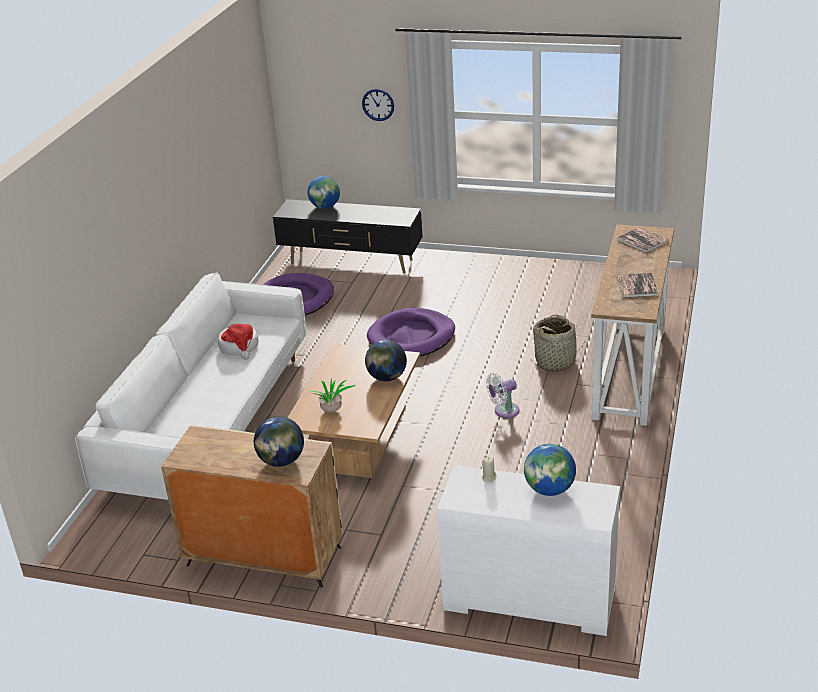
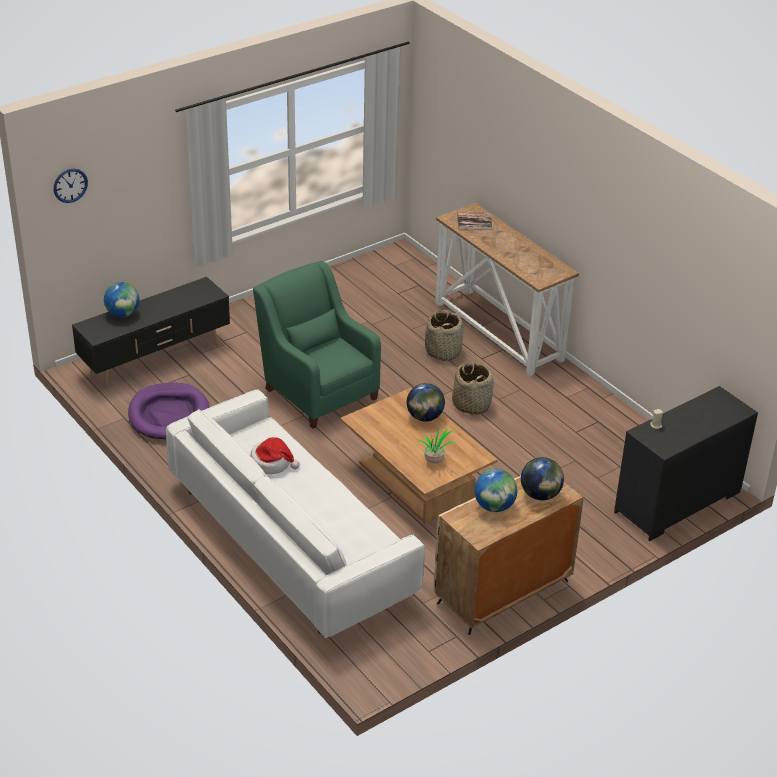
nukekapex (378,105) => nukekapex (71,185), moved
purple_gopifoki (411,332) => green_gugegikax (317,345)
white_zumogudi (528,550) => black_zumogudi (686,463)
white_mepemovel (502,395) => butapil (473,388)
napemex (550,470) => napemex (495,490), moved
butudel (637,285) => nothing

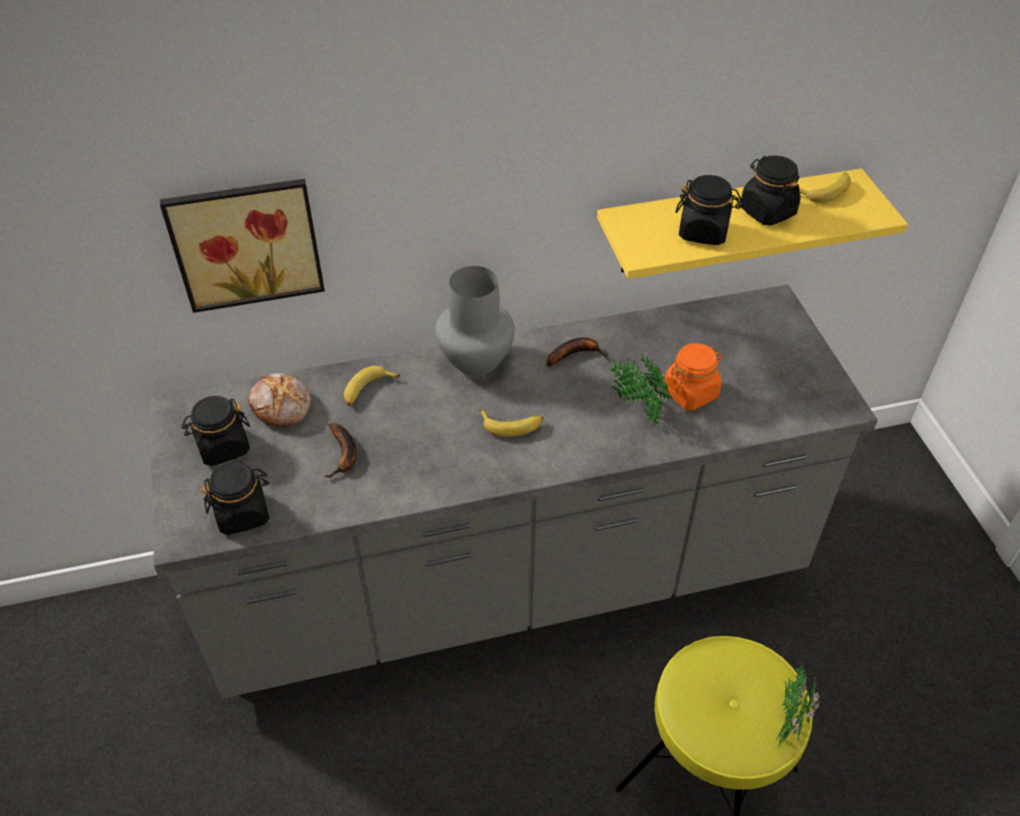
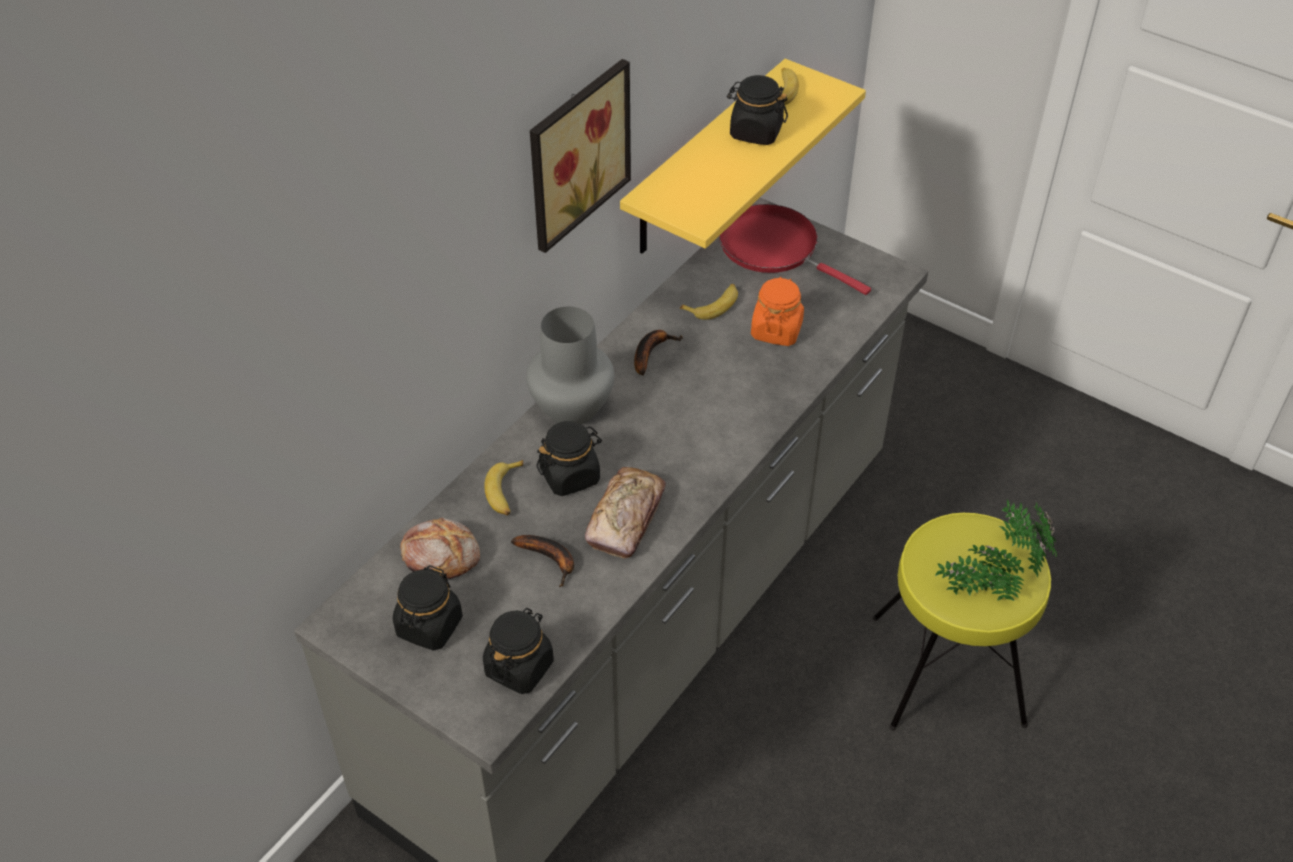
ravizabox (242,246) => ravizabox (580,156), moved
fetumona (511,423) => fetumona (709,302), moved
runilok (641,389) => runilok (979,573), moved
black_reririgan (709,210) => black_reririgan (569,458), moved
nothing => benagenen (625,512)
nothing => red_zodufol (795,249)

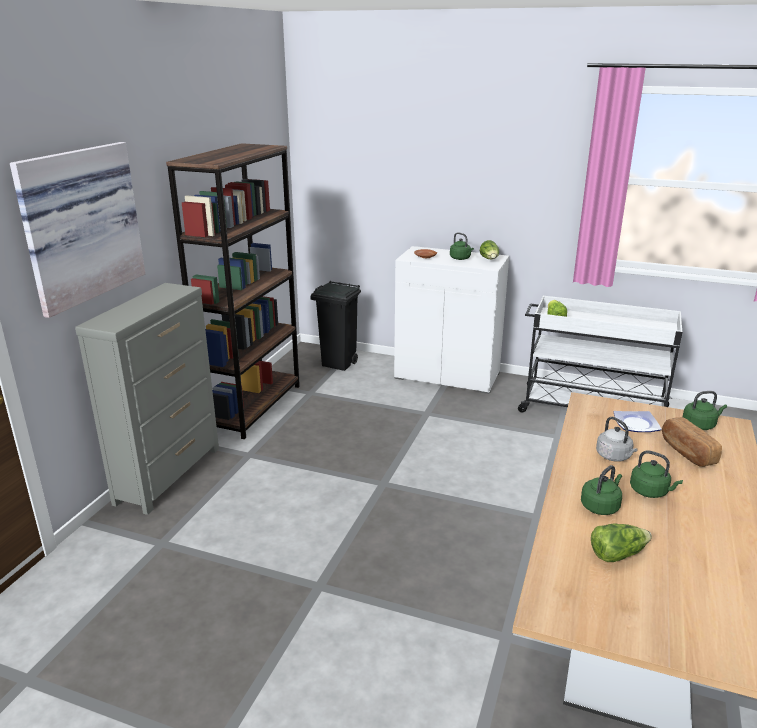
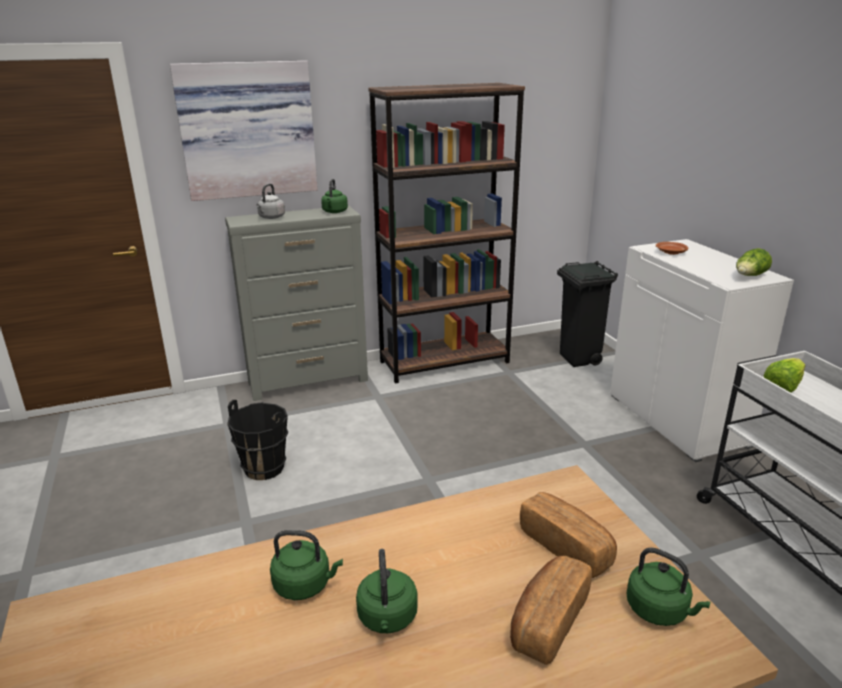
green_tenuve (462,246) => green_tenuve (334,196), moved
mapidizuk (621,542) => nothing
grey_tenuve (617,439) => grey_tenuve (270,201), moved
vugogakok (637,421) => benagenen (568,535)
nothing => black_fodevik (258,440)

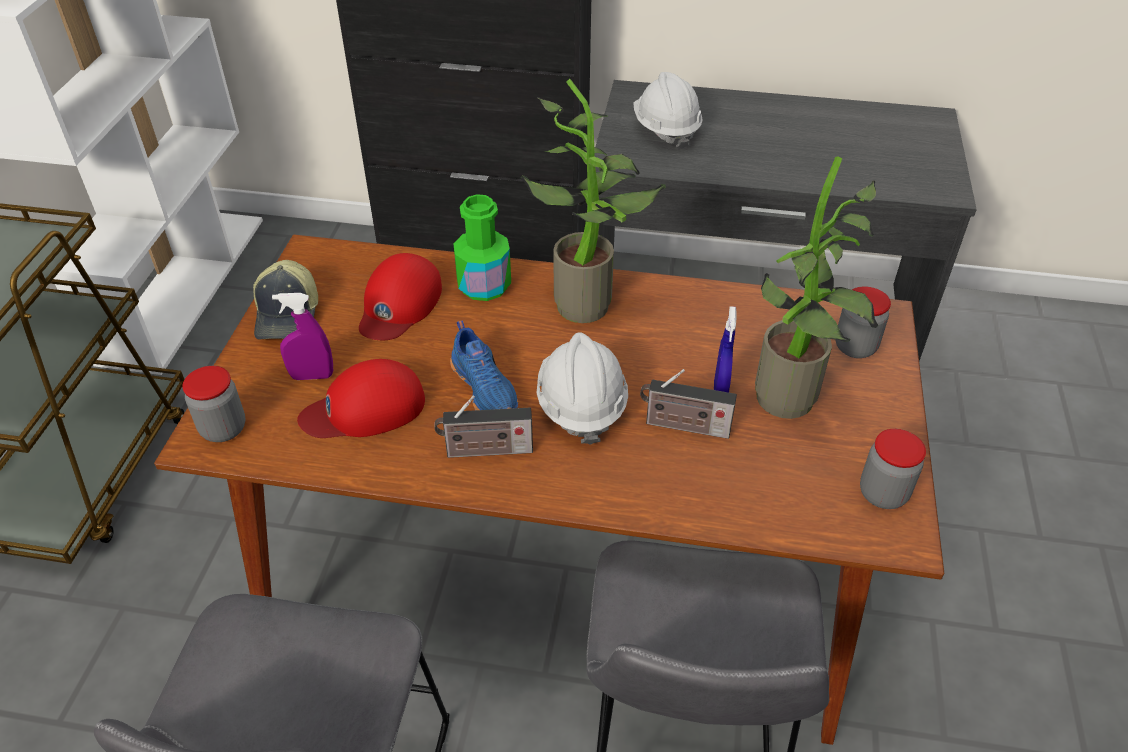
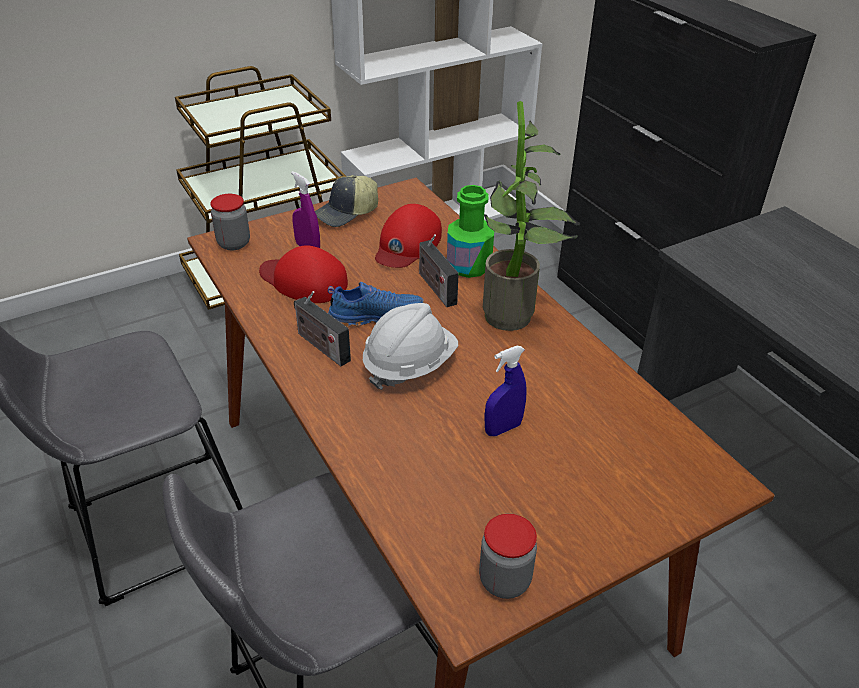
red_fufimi (400,296) => red_fufimi (408,236), 45 degrees counterclockwise
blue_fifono (484,365) => blue_fifono (376,305), 120 degrees counterclockwise
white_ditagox (668,110) => nothing
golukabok (688,404) => golukabok (439,270), moved
runilok (817,287) => nothing
reririgan (863,322) => nothing

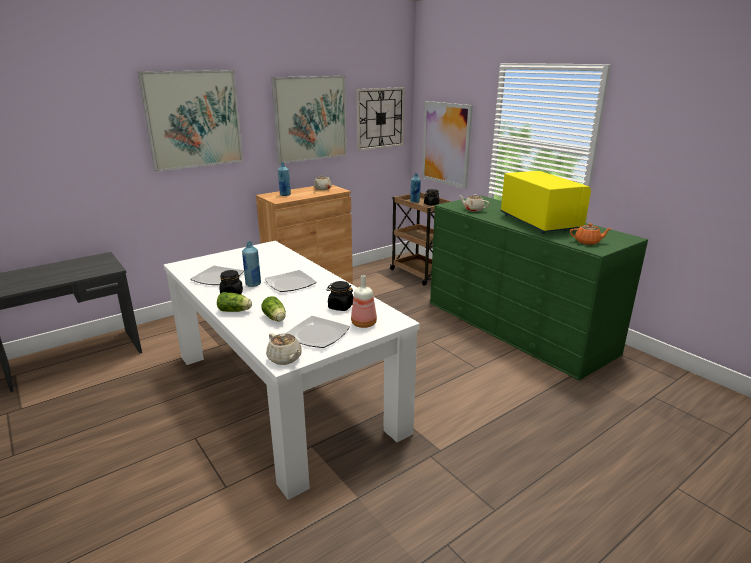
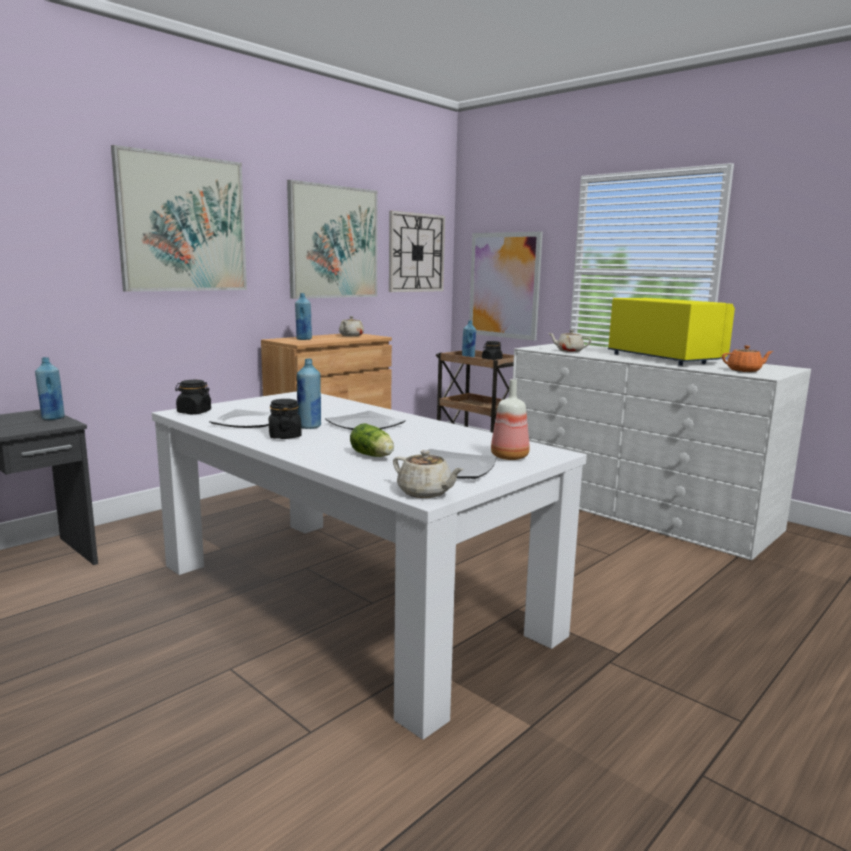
mapidizuk (234,302) => nothing
black_reririgan (339,296) => black_reririgan (193,397), moved
green_zumogudi (539,287) => white_zumogudi (662,452)
nothing => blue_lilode (50,388)

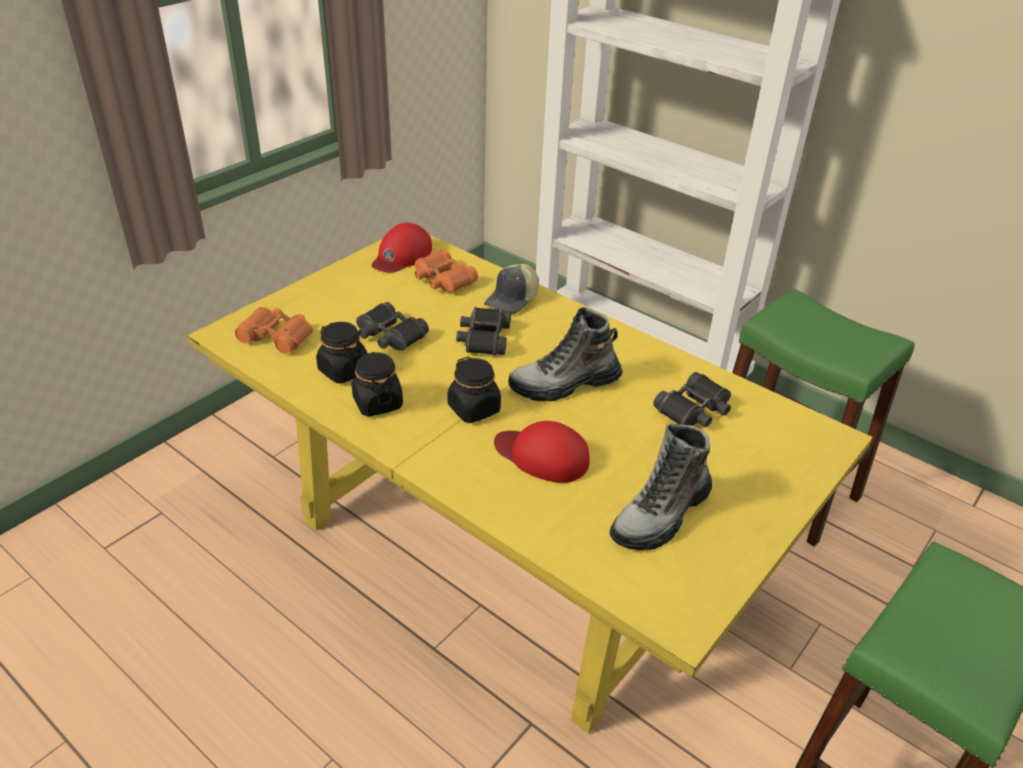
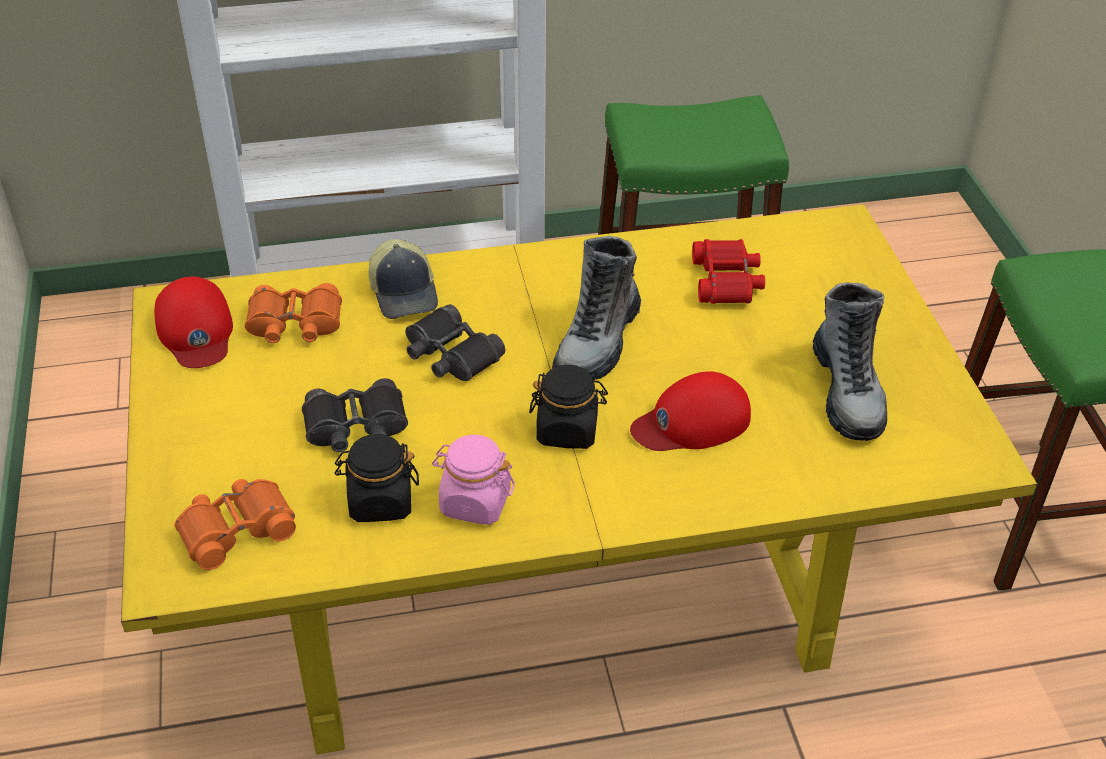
black_reririgan (377,384) => pink_reririgan (473,480)
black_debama (692,399) => red_debama (728,271)

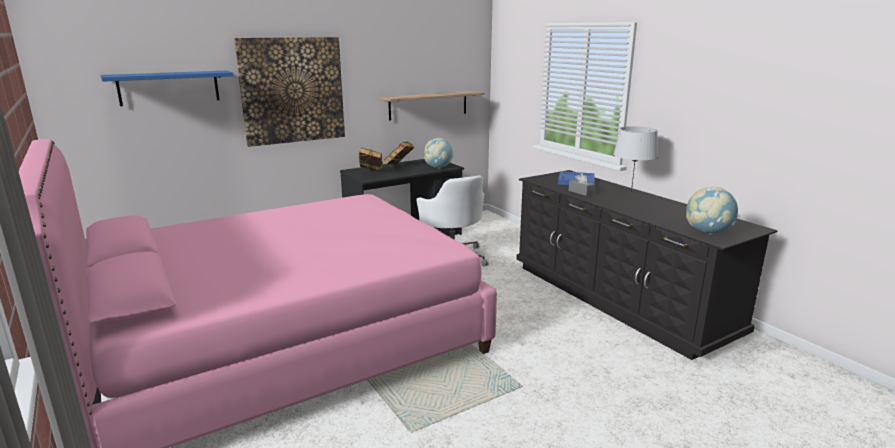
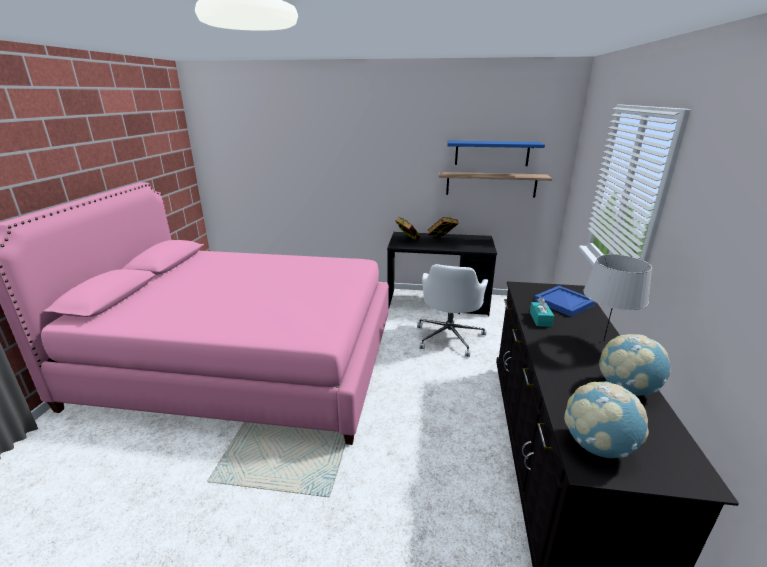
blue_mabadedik (167,88) => blue_mabadedik (496,153), moved
ravizabox (289,92) => nothing
napemex (439,153) => napemex (635,365), moved
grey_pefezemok (582,184) => turquoise_pefezemok (542,312)

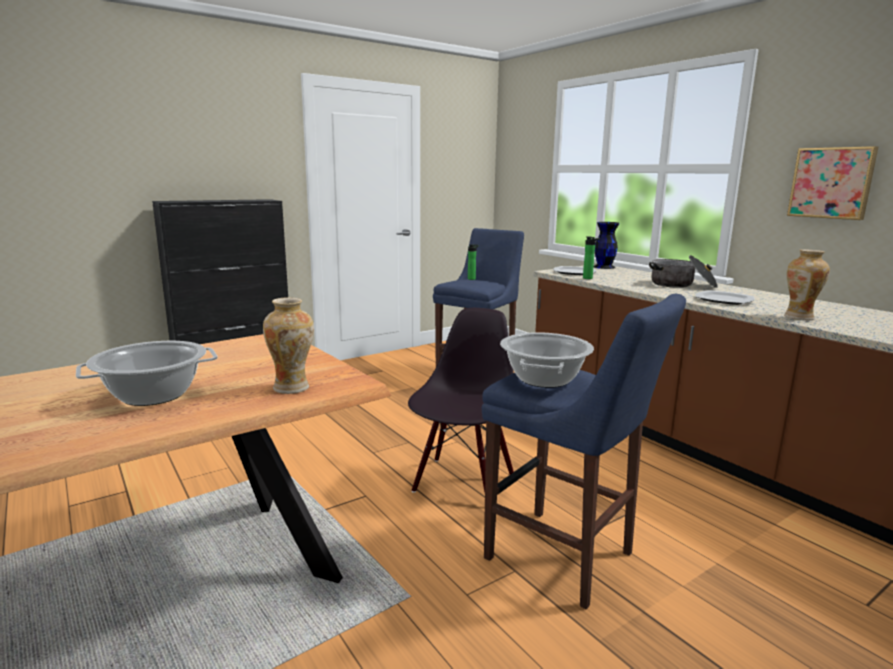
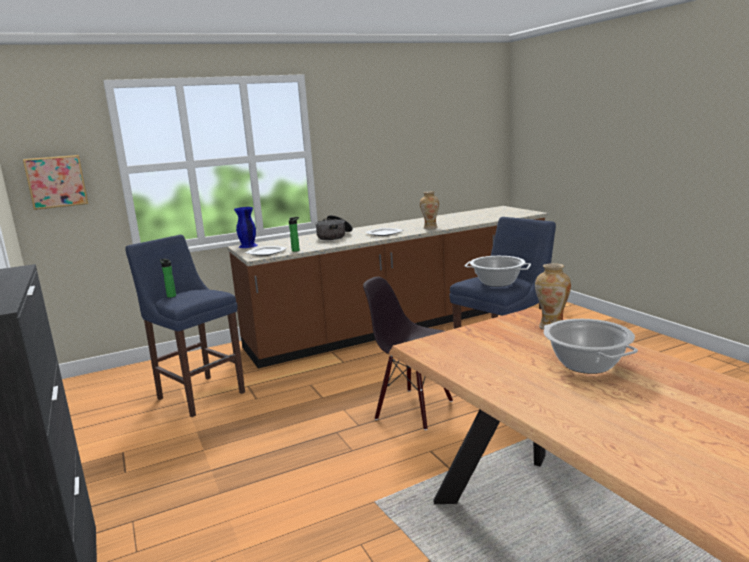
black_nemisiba (606,245) => blue_nemisiba (246,227)
ravizabox (832,183) => ravizabox (55,182), moved

